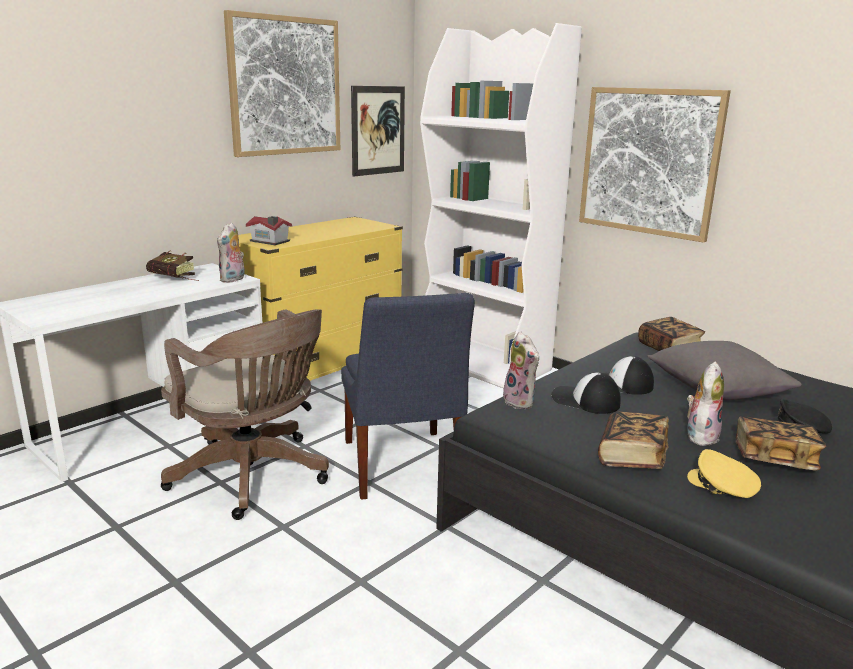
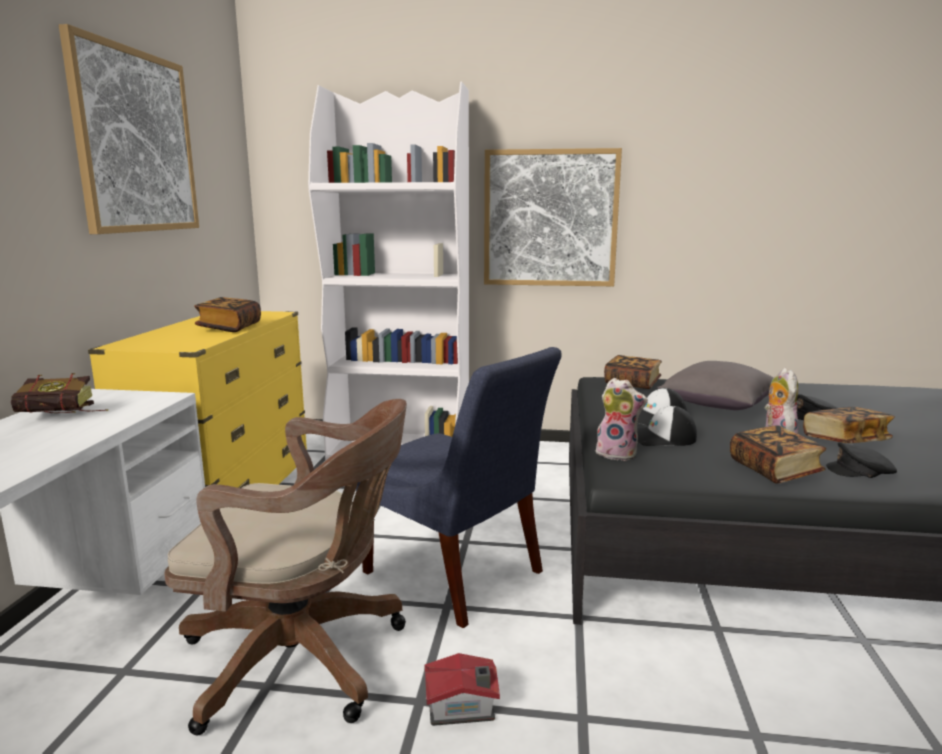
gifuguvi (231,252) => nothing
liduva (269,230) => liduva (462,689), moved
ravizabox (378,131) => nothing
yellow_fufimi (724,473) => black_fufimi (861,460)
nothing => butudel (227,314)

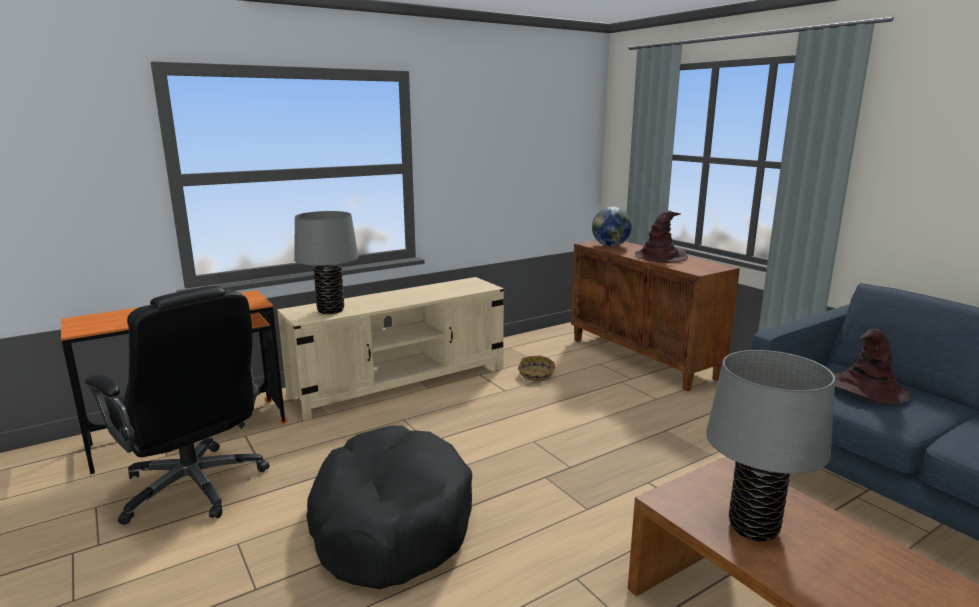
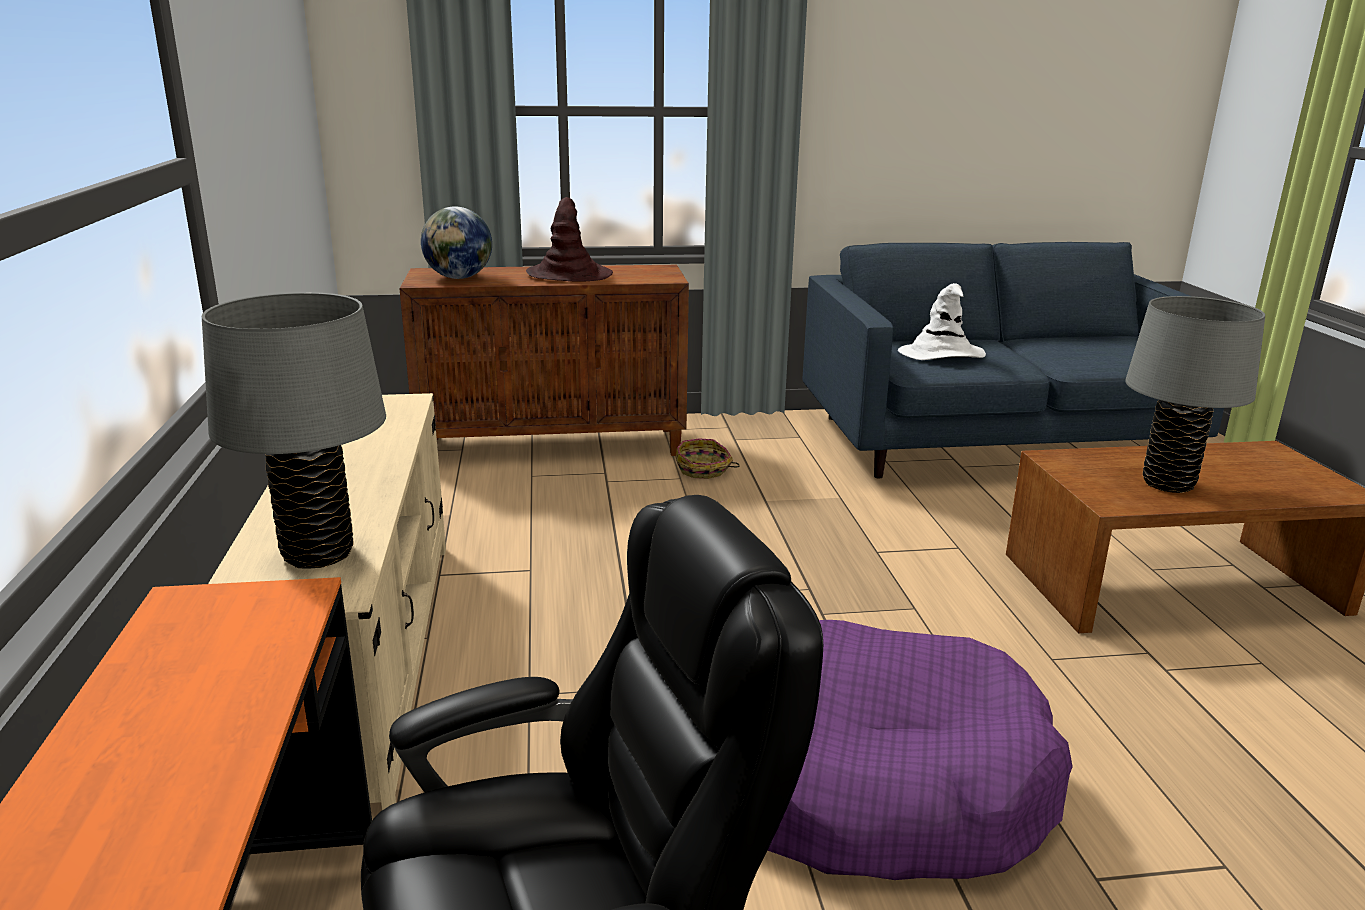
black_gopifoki (389,507) => purple_gopifoki (920,750)
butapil (536,368) => butapil (708,458), moved
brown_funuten (872,366) => white_funuten (942,321)

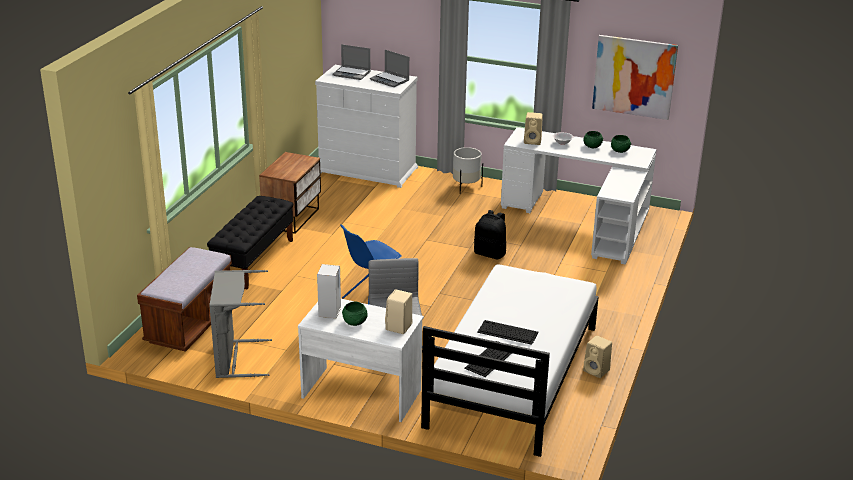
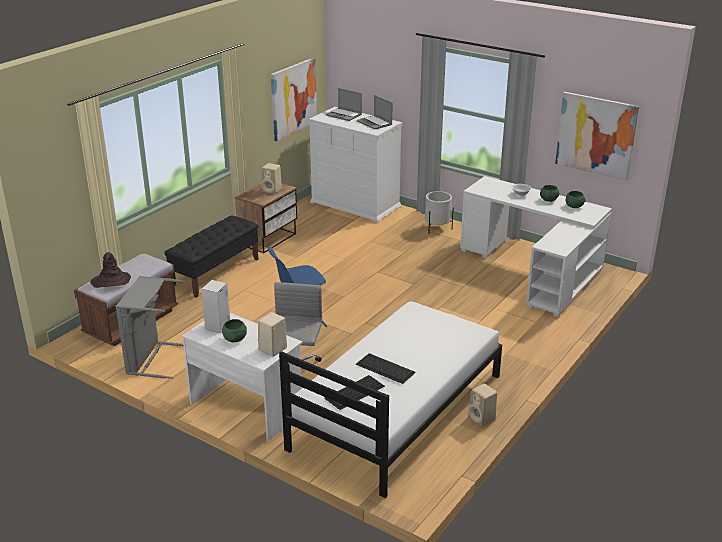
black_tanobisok (490,234) => nothing
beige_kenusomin (533,128) => beige_kenusomin (271,178), moved
nothing => brown_funuten (111,270)
nothing => ravizabox (294,99)

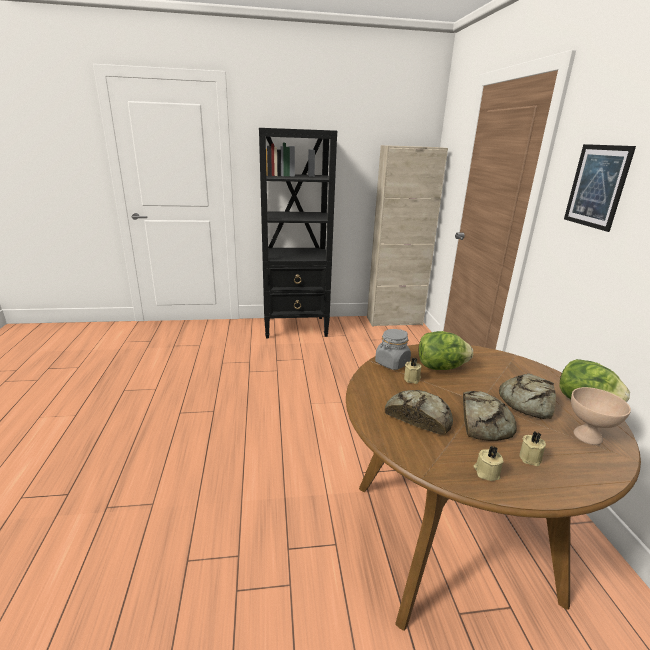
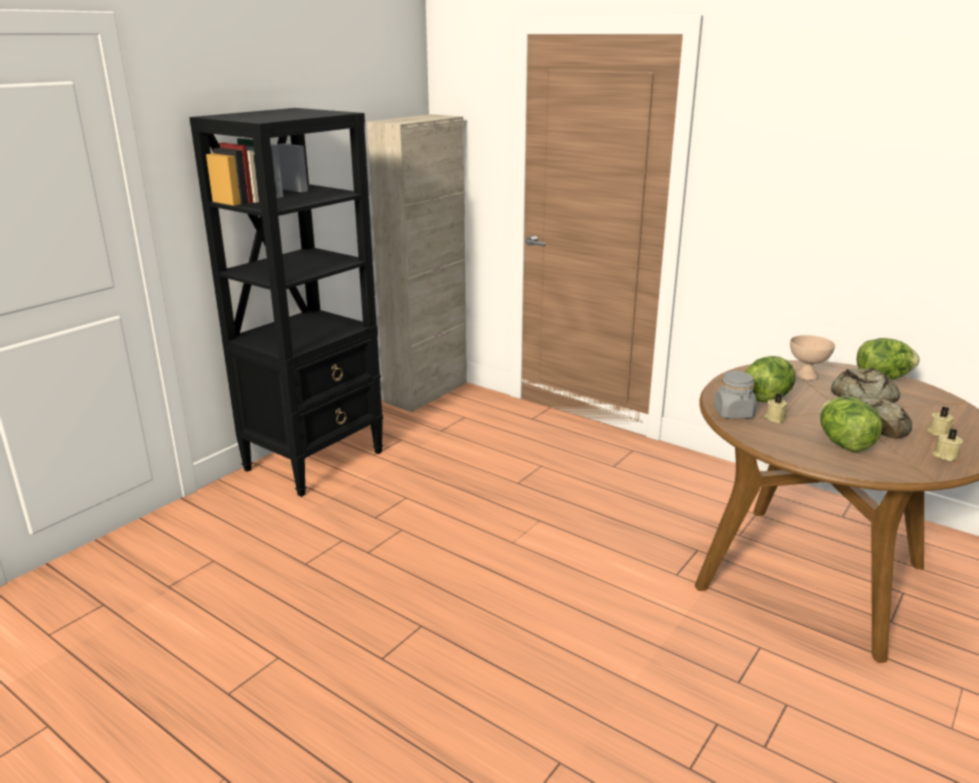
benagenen (419,412) => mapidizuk (851,424)
ravizabox (600,188) => nothing
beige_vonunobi (601,416) => beige_vonunobi (812,357), moved

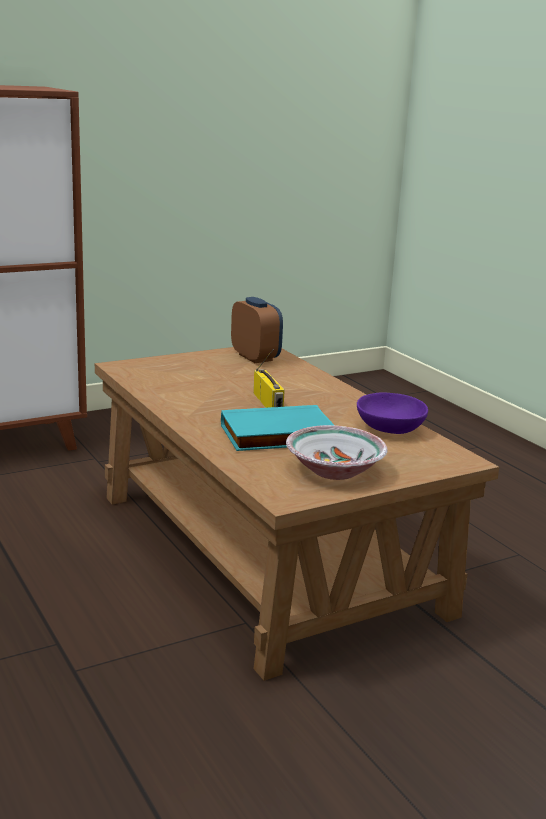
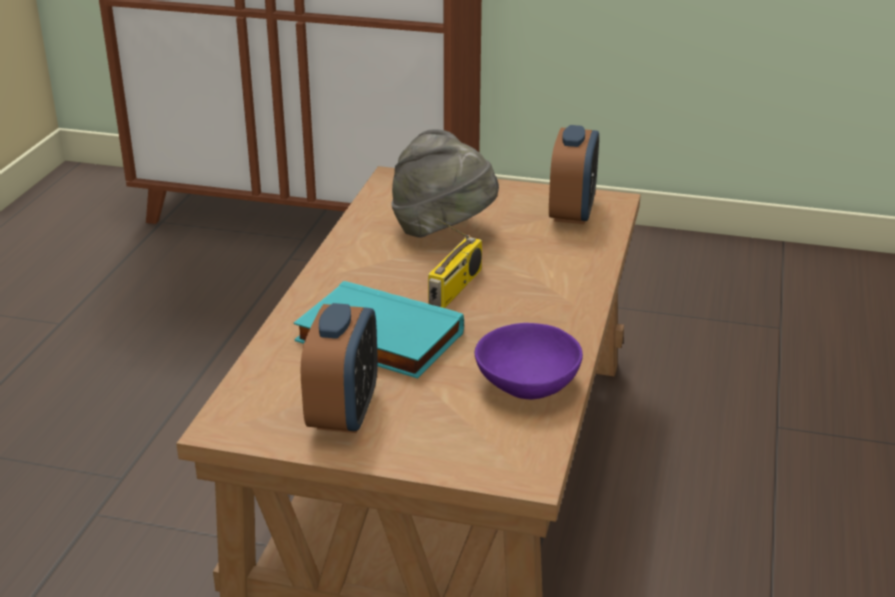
vonunobi (337,452) => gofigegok (339,368)
nothing => grey_funuten (445,183)

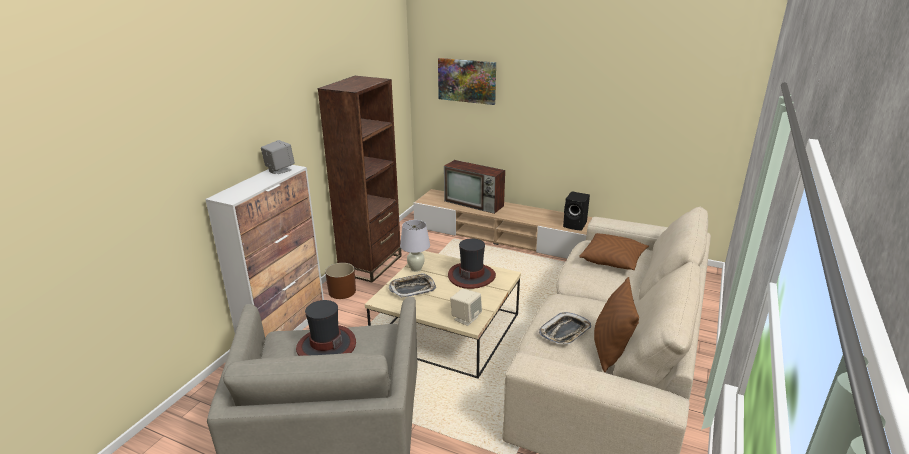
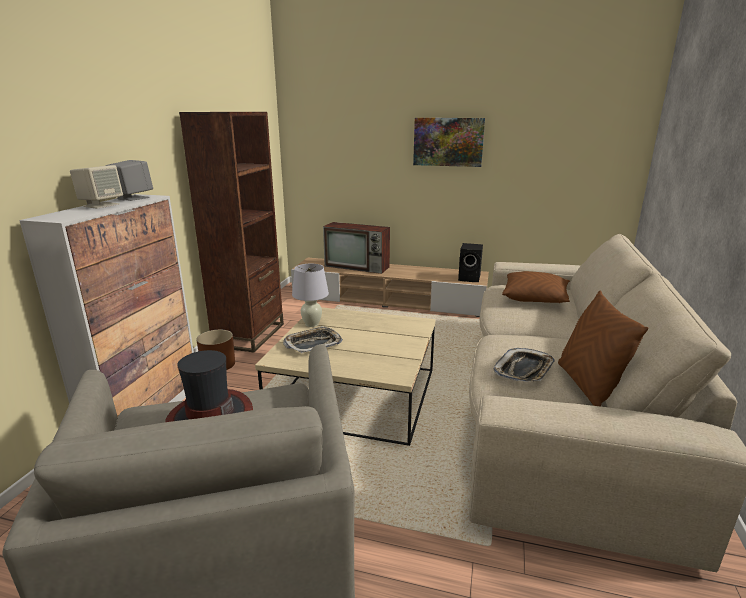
ravizabox (467,81) => ravizabox (449,142), moved
funuten (472,263) => nothing
beige_kenusomin (466,307) => beige_kenusomin (96,187), moved

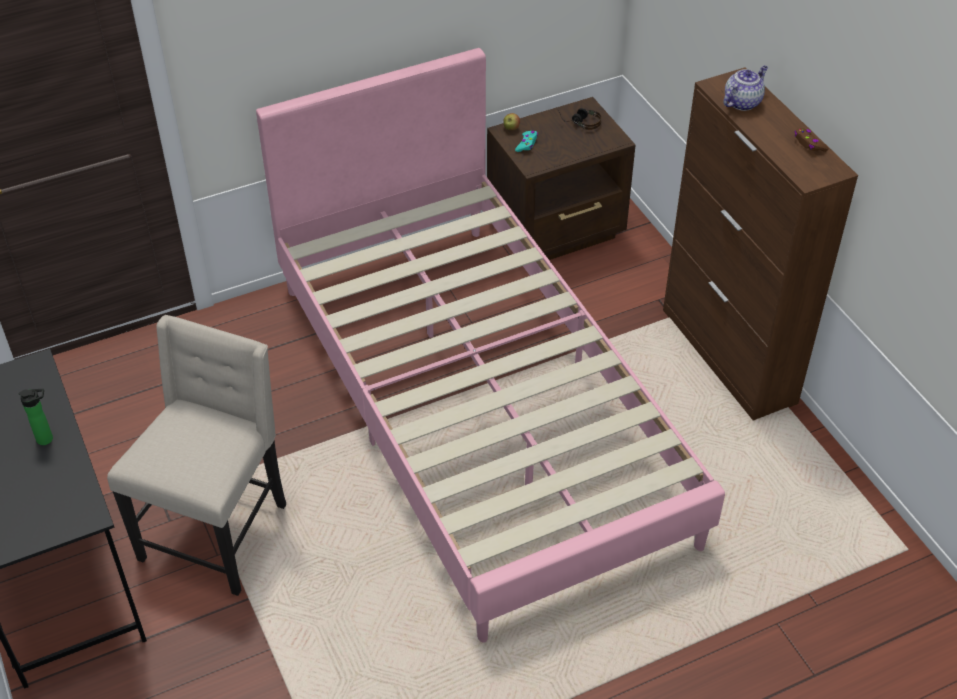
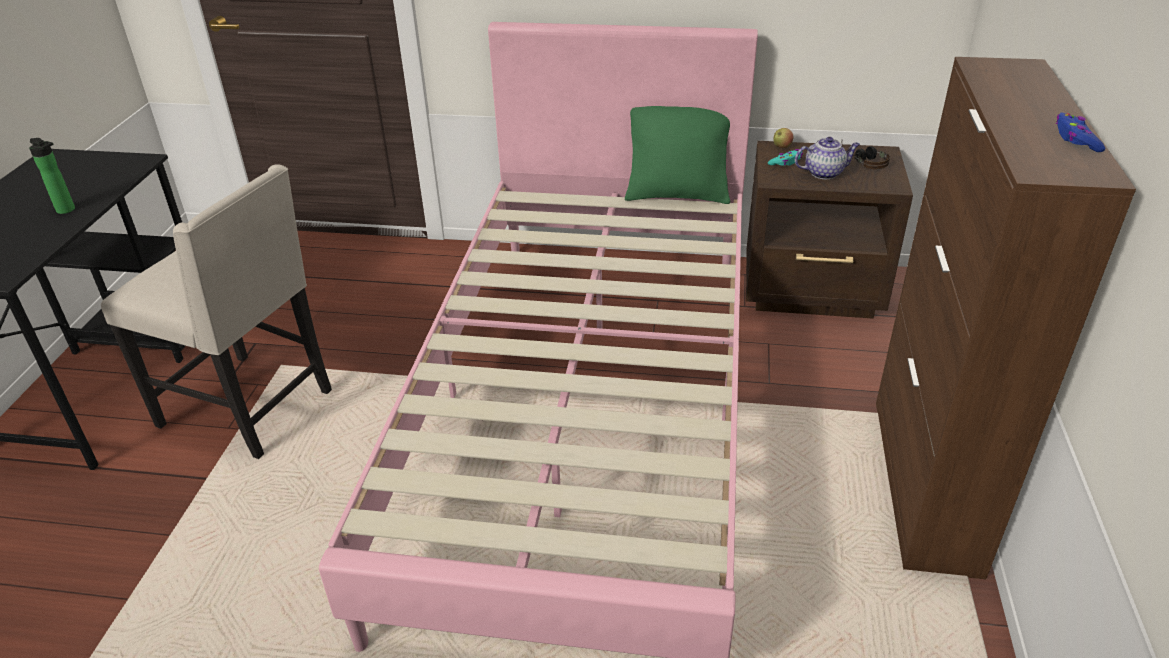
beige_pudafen (196,455) => beige_pudafen (216,311), 60 degrees clockwise
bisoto (746,88) => bisoto (827,158), moved
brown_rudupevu (811,140) => blue_rudupevu (1080,132)
nothing => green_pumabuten (677,155)

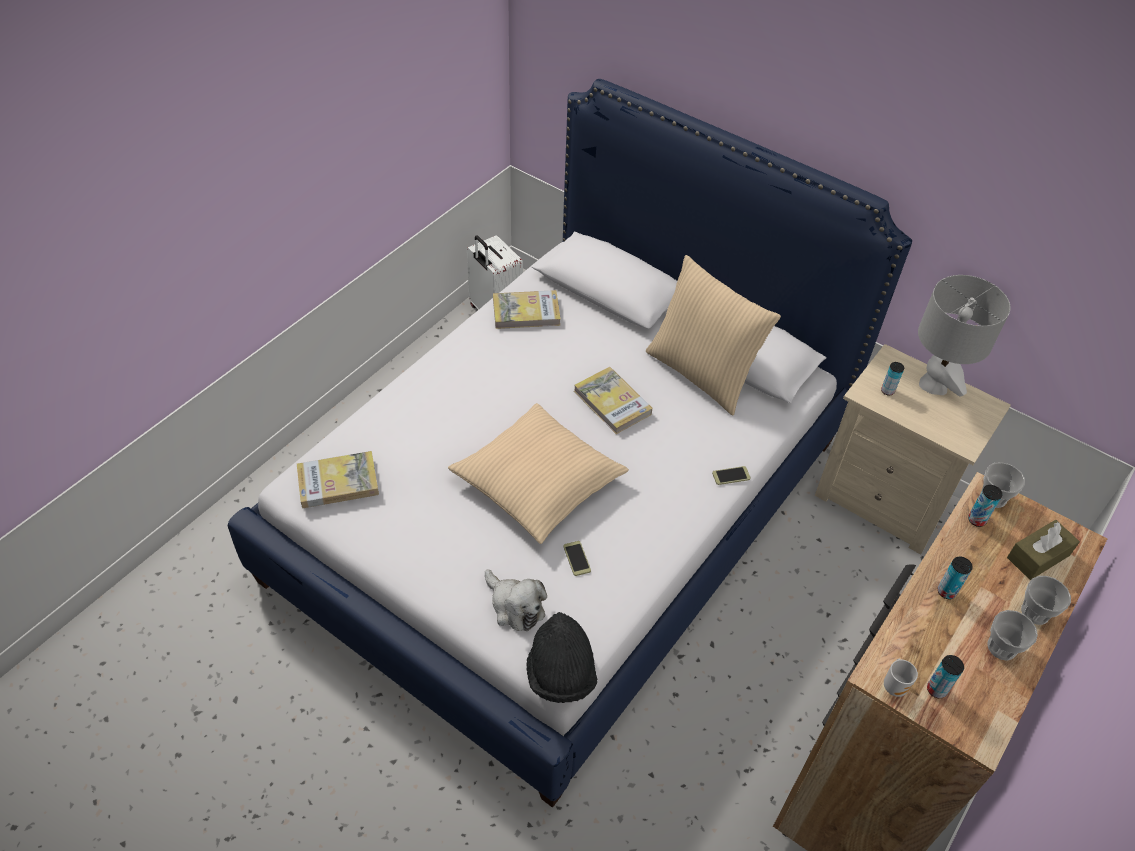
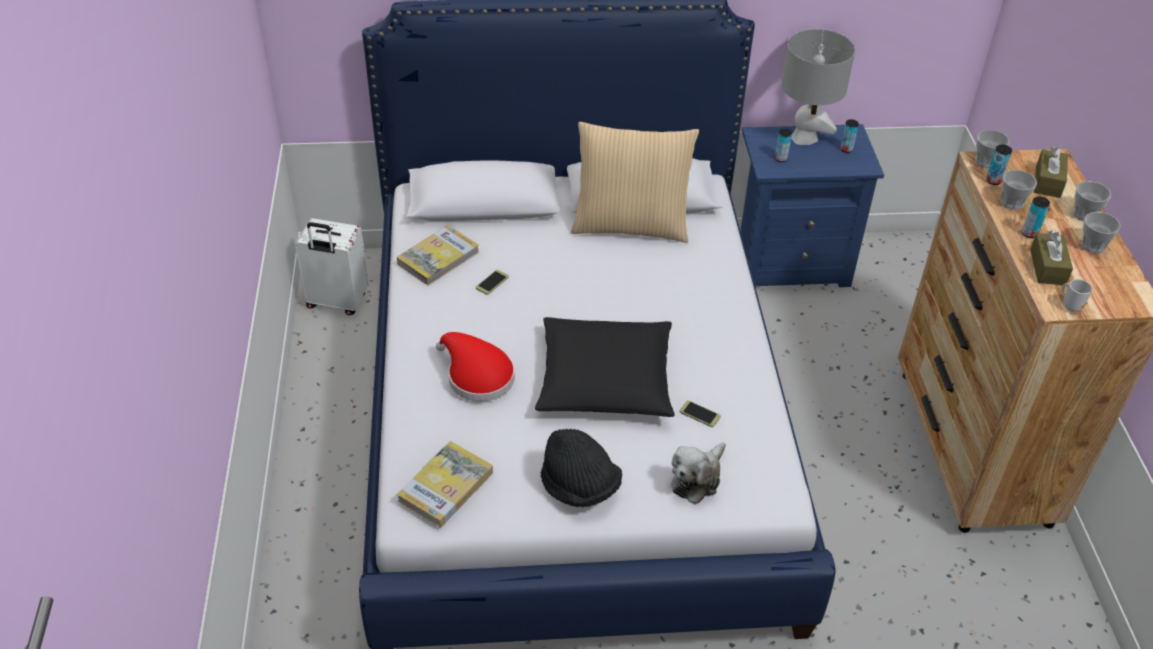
beige_pumabuten (538,473) => black_pumabuten (605,367)
gifuguvi (516,600) => gifuguvi (698,473), 120 degrees clockwise
black_funuten (561,657) => black_funuten (581,468), moved
butudel (613,400) => nothing
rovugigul (731,475) => rovugigul (492,282), moved
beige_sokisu (913,449) => blue_sokisu (812,206)
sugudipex (945,676) => sugudipex (850,136), moved
nothing => red_funuten (475,367)
nothing => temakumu (1018,190)
nothing => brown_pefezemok (1051,258)

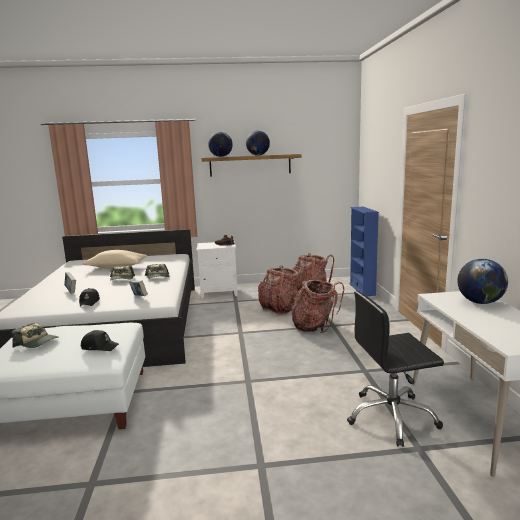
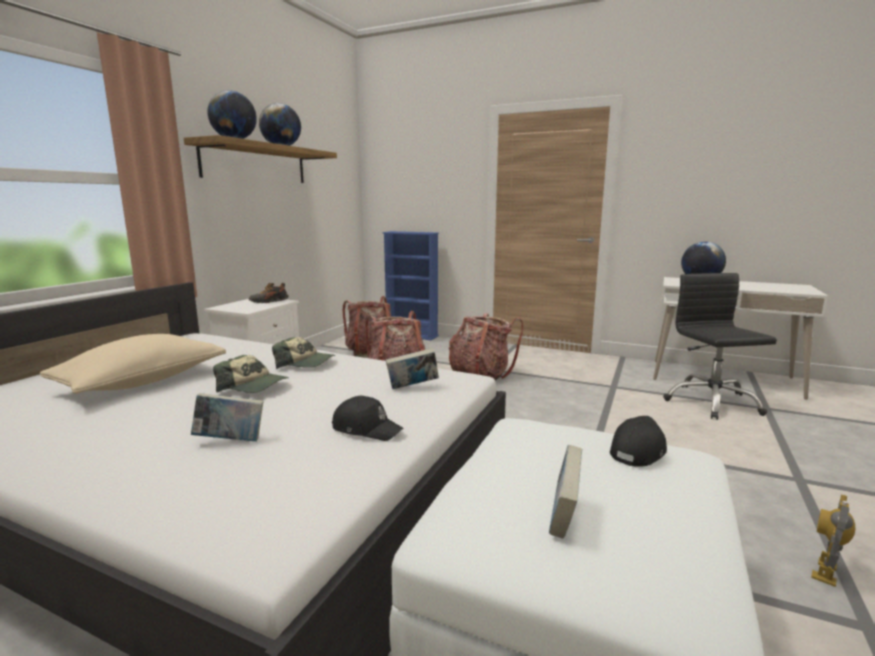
fufimi (35,335) => butudel (565,492)
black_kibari (395,369) => black_kibari (720,346), 150 degrees clockwise
nothing => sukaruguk (833,541)

